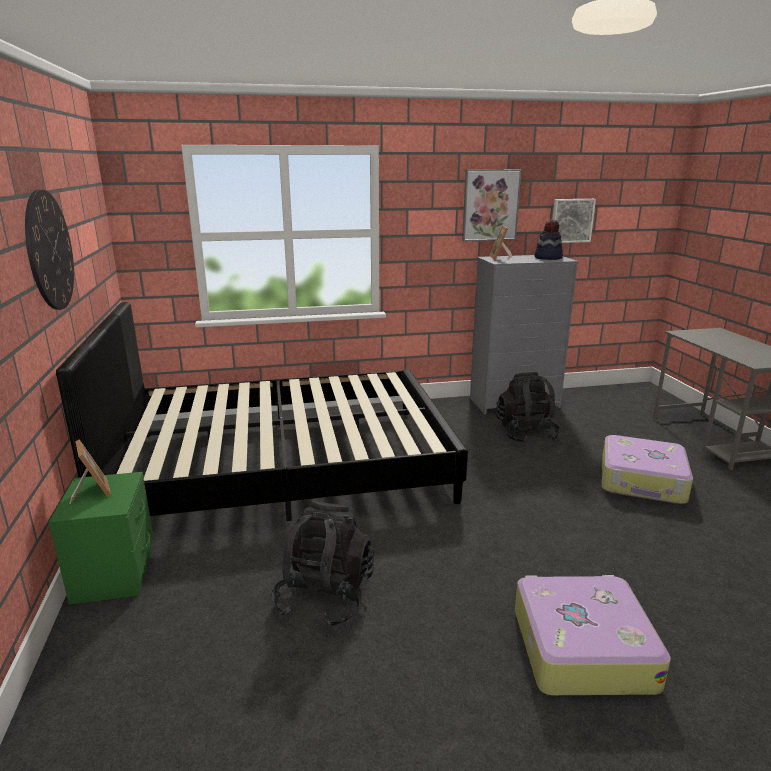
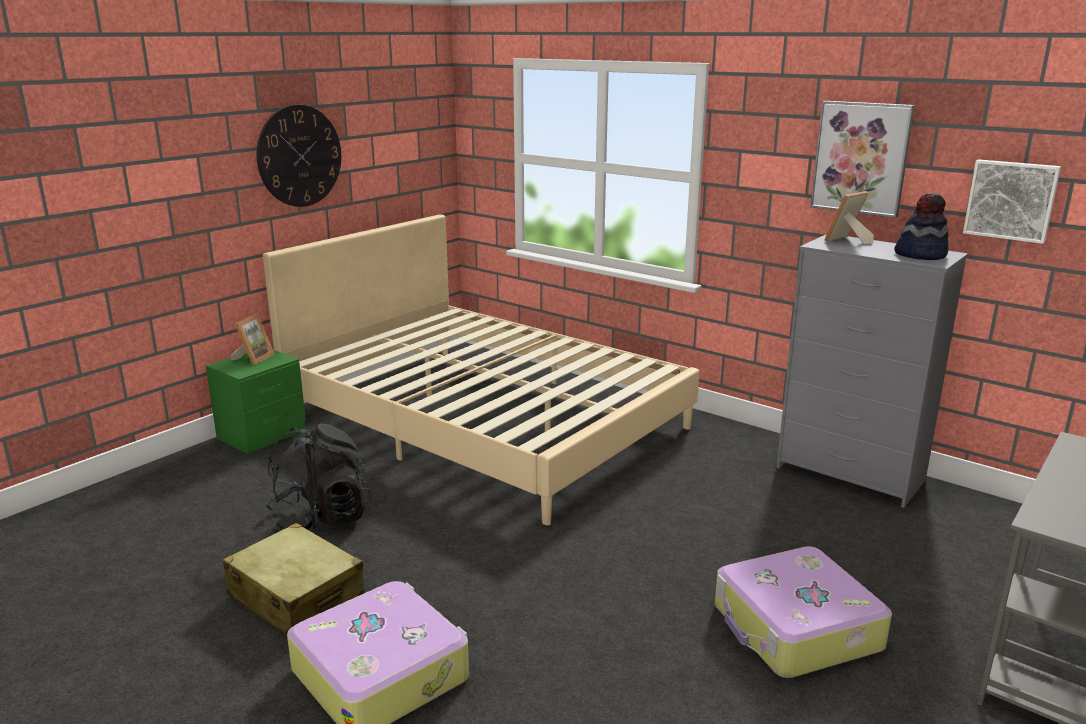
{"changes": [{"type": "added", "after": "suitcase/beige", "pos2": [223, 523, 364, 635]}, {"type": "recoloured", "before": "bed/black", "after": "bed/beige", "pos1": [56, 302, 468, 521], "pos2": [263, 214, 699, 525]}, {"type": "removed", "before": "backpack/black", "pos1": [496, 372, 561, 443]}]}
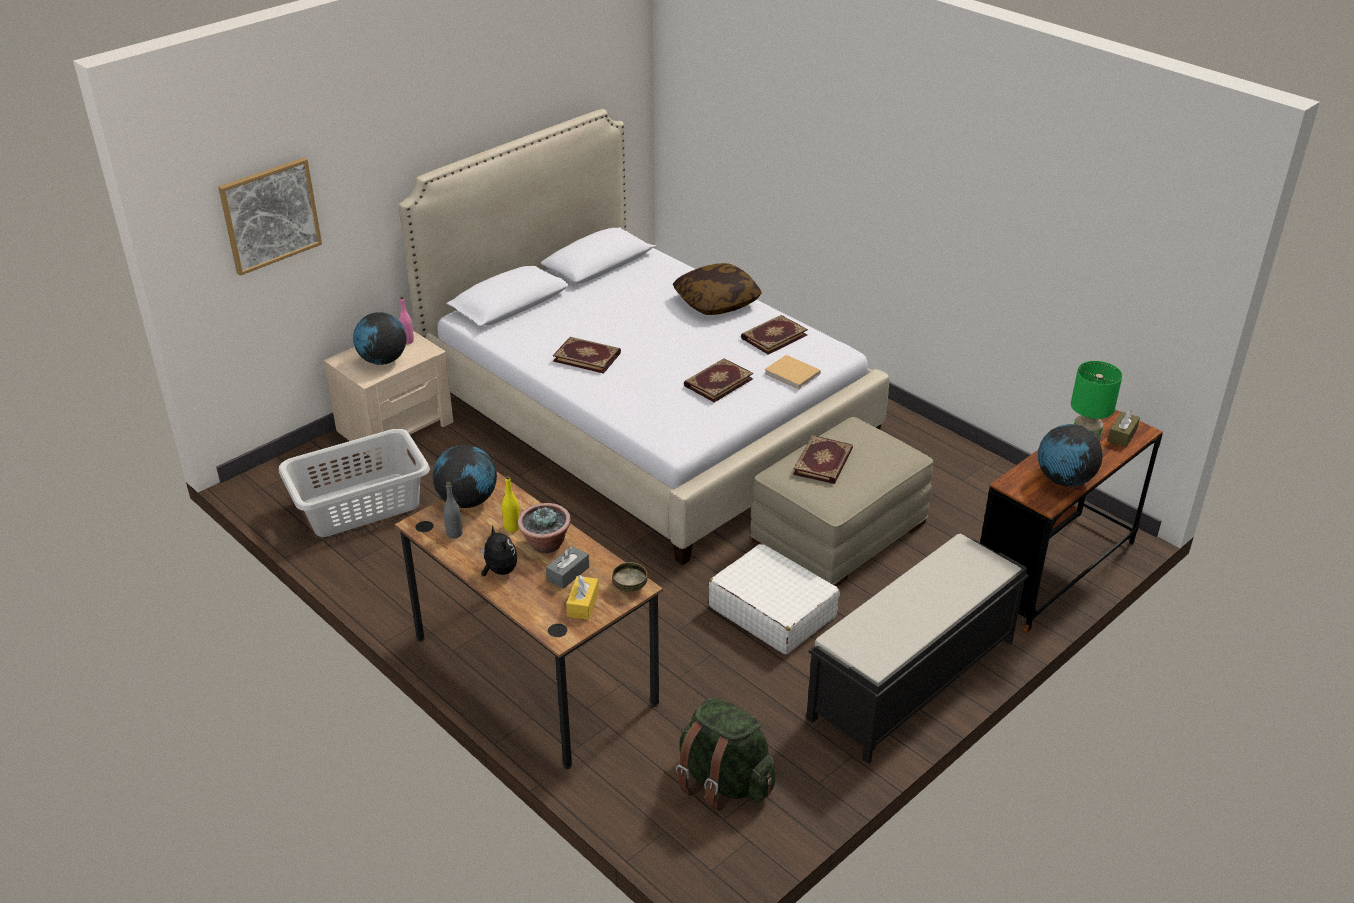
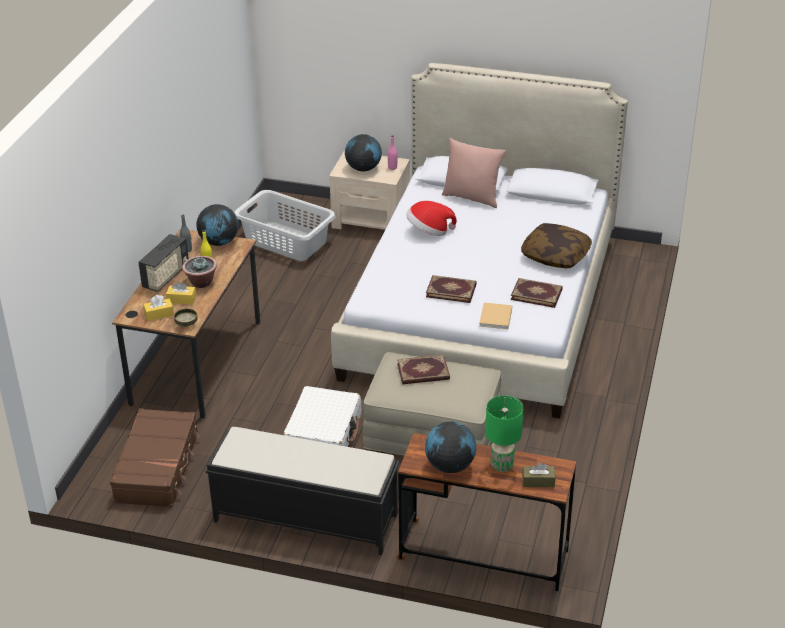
{"changes": [{"type": "replaced", "before": "backpack/green", "after": "suitcase/brown", "pos1": [676, 698, 775, 811], "pos2": [110, 408, 200, 507]}, {"type": "replaced", "before": "plush toy", "after": "radio", "pos1": [480, 526, 517, 576], "pos2": [138, 234, 189, 292]}, {"type": "recoloured", "before": "tissue box/grey", "after": "tissue box/yellow", "pos1": [546, 546, 589, 589], "pos2": [166, 282, 196, 304]}, {"type": "replaced", "before": "book", "after": "hat", "pos1": [553, 337, 621, 374], "pos2": [406, 201, 457, 236]}, {"type": "added", "after": "pillow/pink", "pos2": [442, 138, 506, 208]}, {"type": "removed", "before": "picture", "pos1": [218, 158, 322, 276]}]}
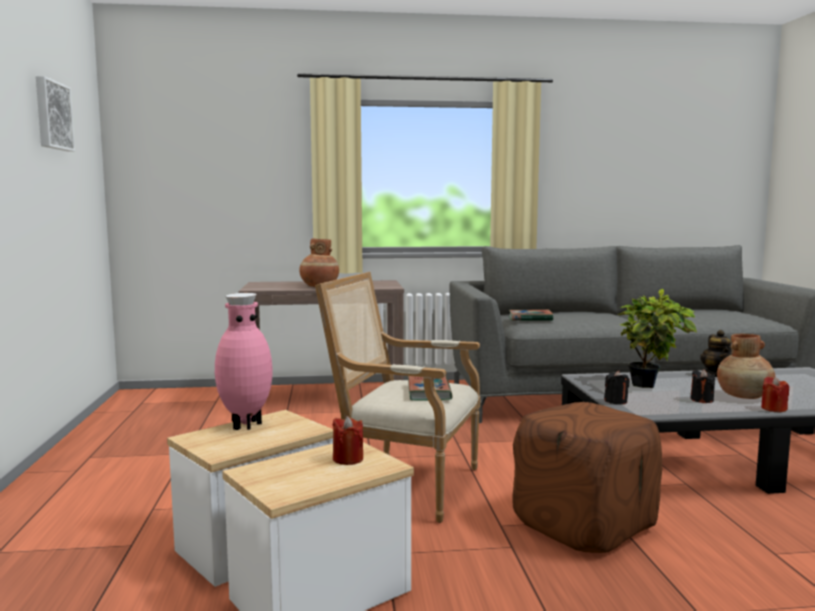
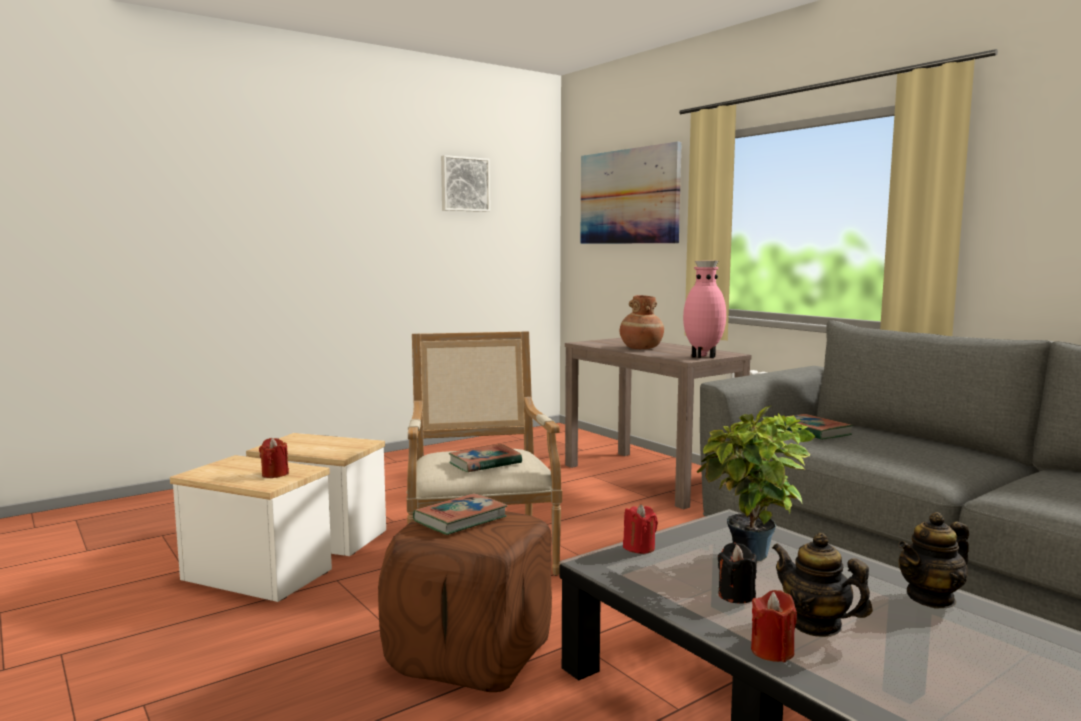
{"changes": [{"type": "added", "after": "book", "pos2": [413, 493, 507, 535]}, {"type": "added", "after": "picture", "pos2": [580, 142, 682, 244]}, {"type": "recoloured", "before": "candle/black", "after": "candle/red", "pos1": [604, 371, 630, 404], "pos2": [623, 504, 658, 554]}, {"type": "moved", "before": "vase/pink", "pos1": [215, 293, 273, 430], "pos2": [683, 261, 726, 358]}, {"type": "replaced", "before": "vase/brown", "after": "teapot", "pos1": [717, 333, 775, 399], "pos2": [772, 533, 873, 637]}]}
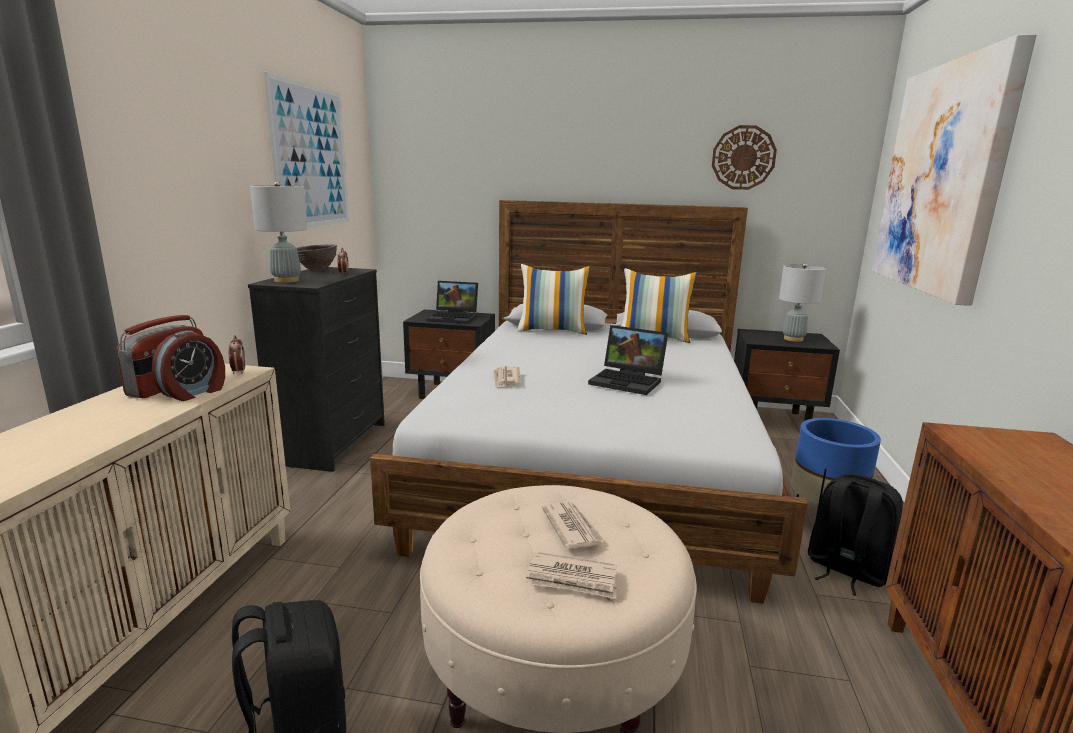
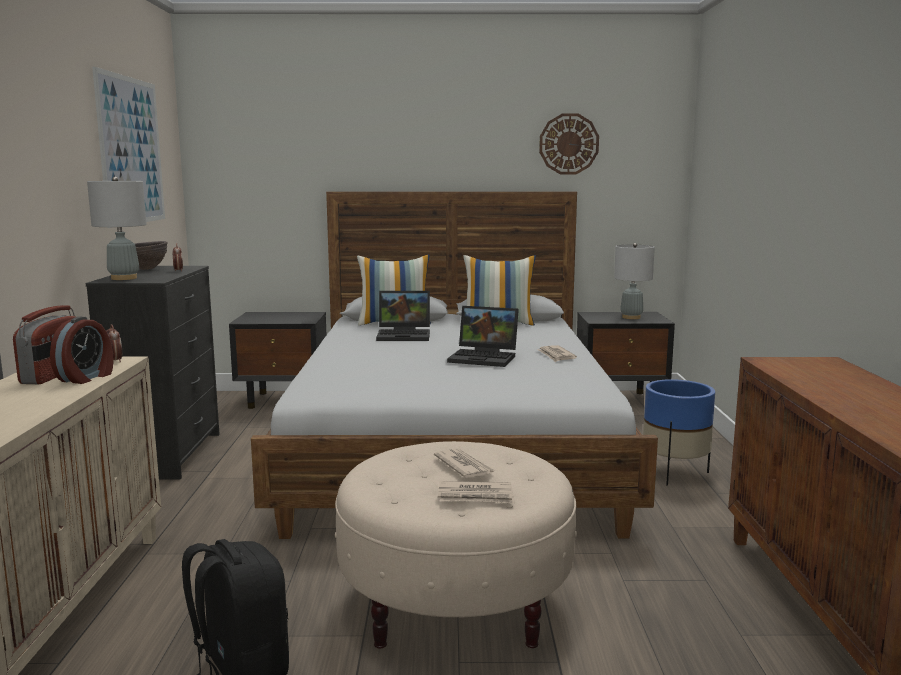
{"changes": [{"type": "moved", "before": "laptop", "pos1": [427, 281, 478, 324], "pos2": [376, 291, 430, 341]}, {"type": "moved", "before": "newspaper", "pos1": [493, 366, 520, 387], "pos2": [537, 345, 577, 362]}, {"type": "removed", "before": "backpack/black", "pos1": [808, 473, 903, 596]}, {"type": "removed", "before": "picture", "pos1": [872, 34, 1036, 306]}]}
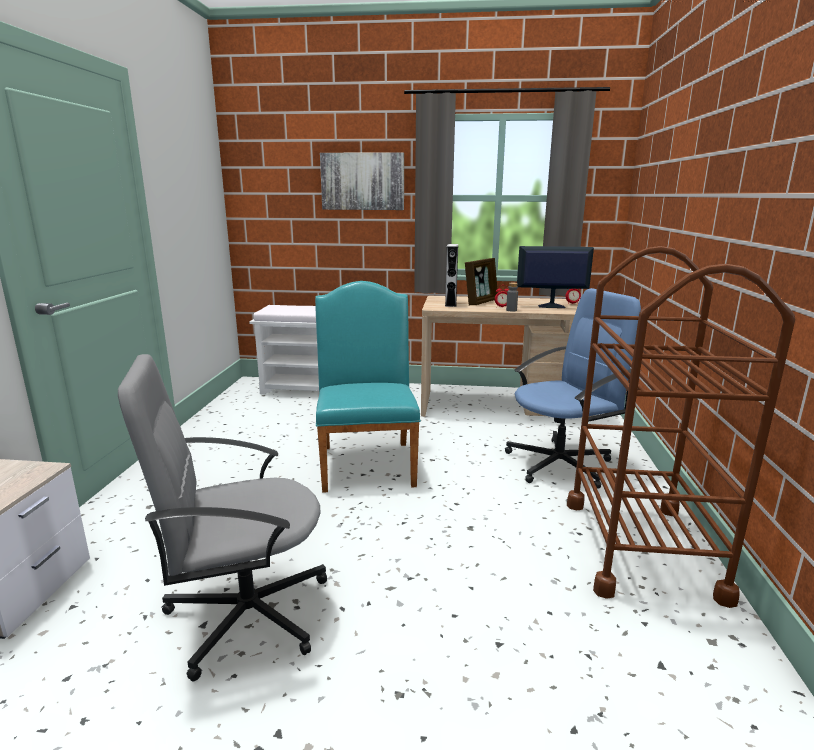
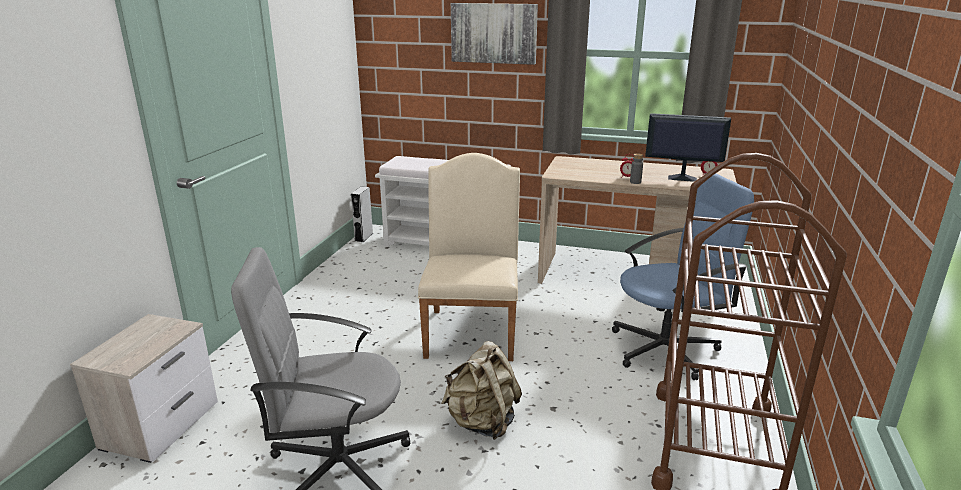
{"changes": [{"type": "moved", "before": "speaker/grey", "pos1": [445, 244, 458, 307], "pos2": [351, 186, 373, 242]}, {"type": "recoloured", "before": "chair/turquoise", "after": "chair/beige", "pos1": [315, 281, 421, 493], "pos2": [418, 153, 520, 361]}, {"type": "added", "after": "backpack/beige", "pos2": [441, 341, 522, 440]}, {"type": "removed", "before": "picture frame", "pos1": [465, 258, 498, 305]}]}
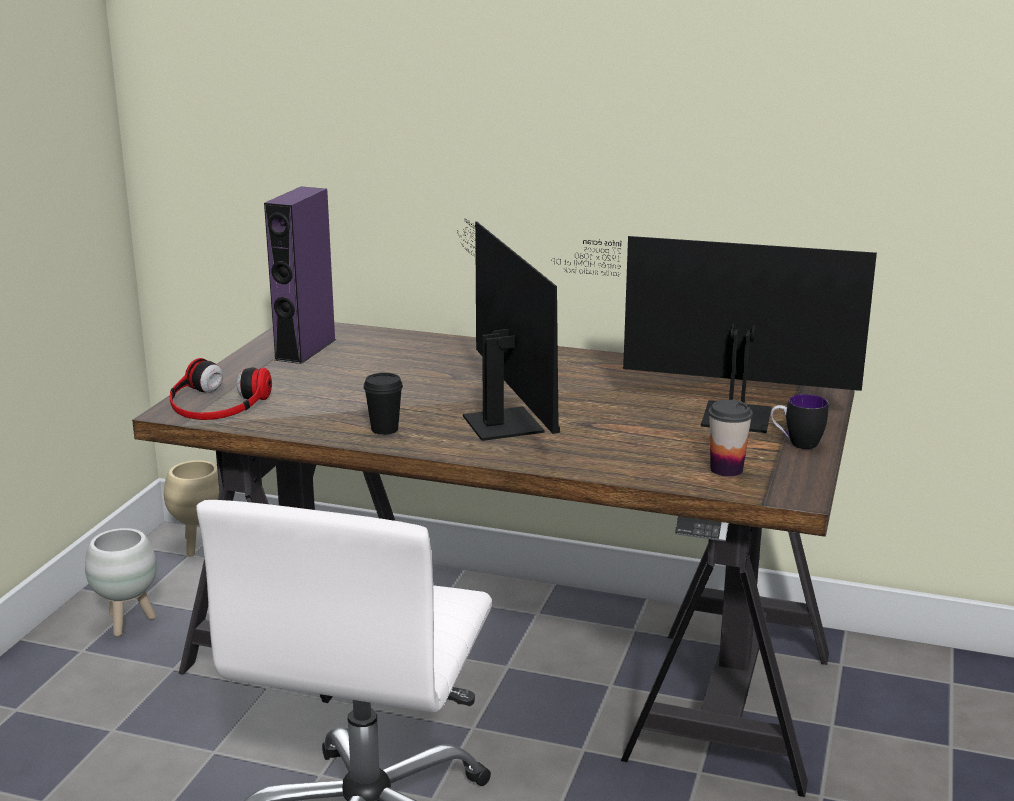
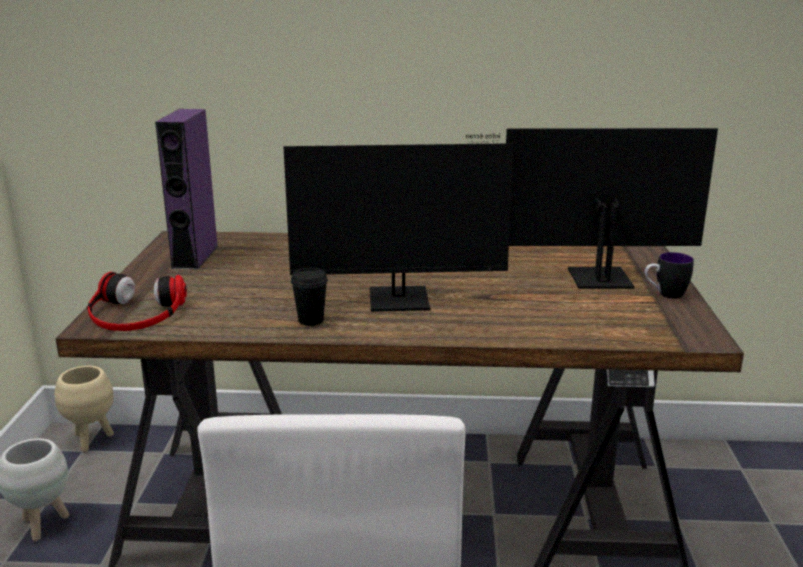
{"changes": [{"type": "turned", "before": "monitor", "pos1": [457, 218, 560, 441], "pos2": [284, 143, 585, 312], "turn": 120}, {"type": "removed", "before": "cup", "pos1": [708, 400, 753, 477]}]}
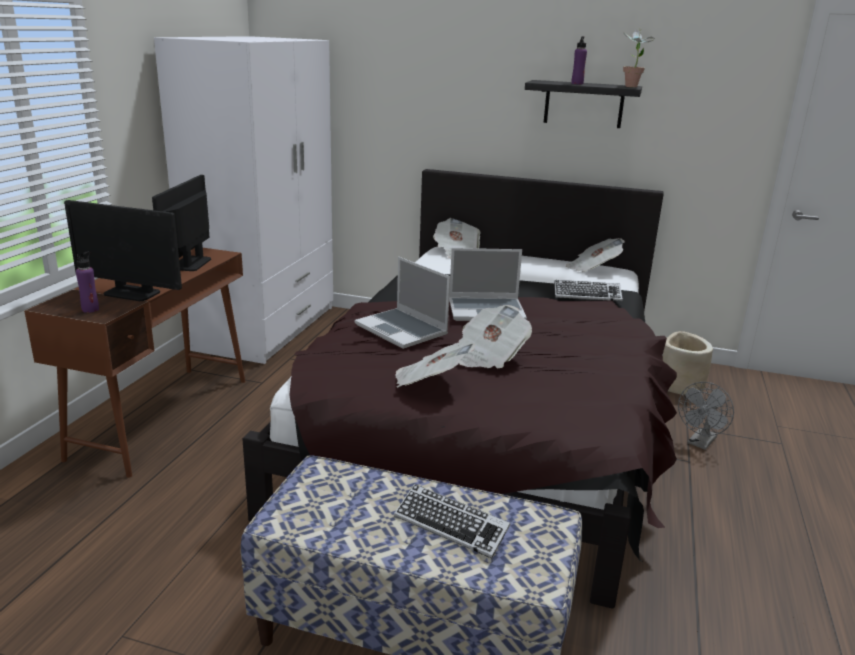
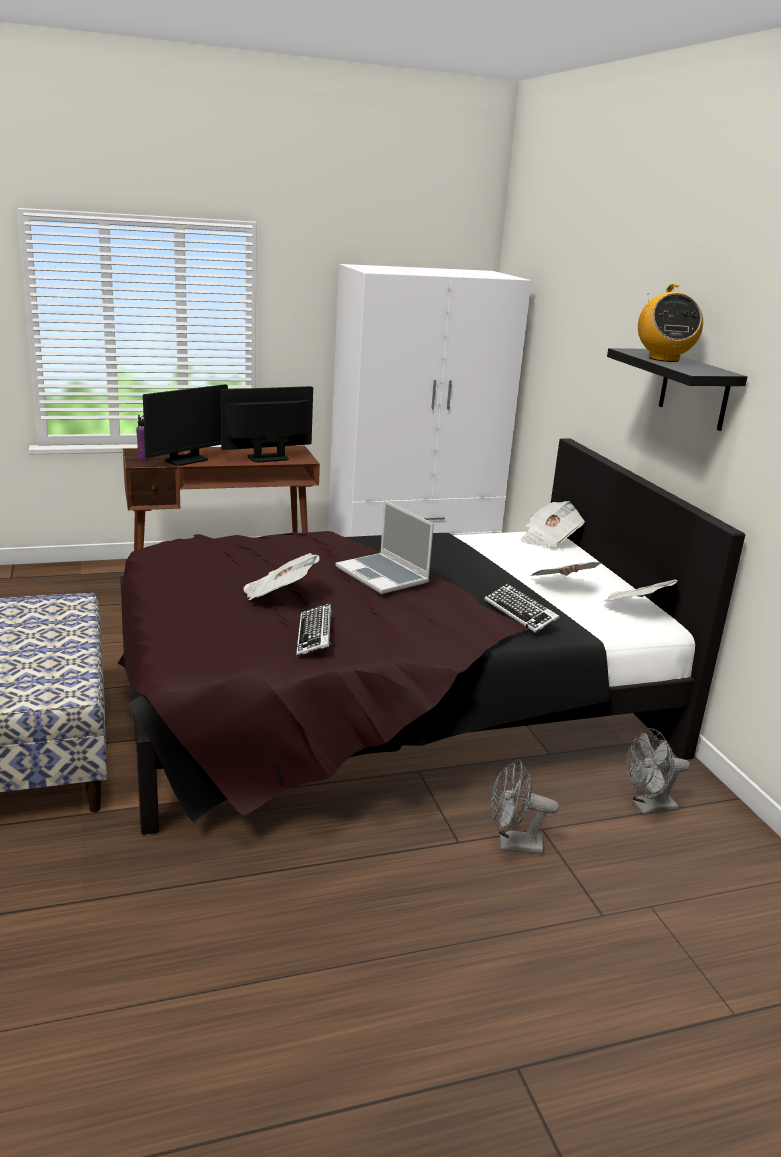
{"changes": [{"type": "turned", "before": "monitor", "pos1": [64, 200, 182, 301], "pos2": [143, 384, 228, 466], "turn": -120}, {"type": "moved", "before": "keyboard", "pos1": [394, 484, 511, 559], "pos2": [296, 603, 332, 657]}, {"type": "moved", "before": "newspaper", "pos1": [395, 340, 475, 388], "pos2": [529, 562, 601, 576]}, {"type": "replaced", "before": "planter/beige", "after": "fan/grey", "pos1": [663, 331, 713, 395], "pos2": [626, 728, 690, 815]}, {"type": "replaced", "before": "bottle/purple", "after": "radio", "pos1": [571, 36, 587, 84], "pos2": [638, 284, 703, 362]}, {"type": "removed", "before": "laptop", "pos1": [355, 257, 450, 349]}, {"type": "removed", "before": "potted plant", "pos1": [623, 29, 655, 87]}]}
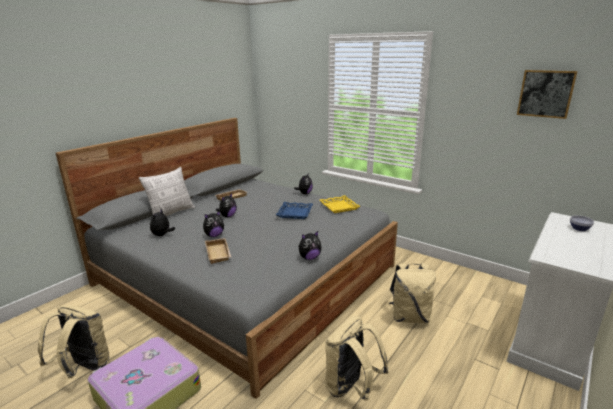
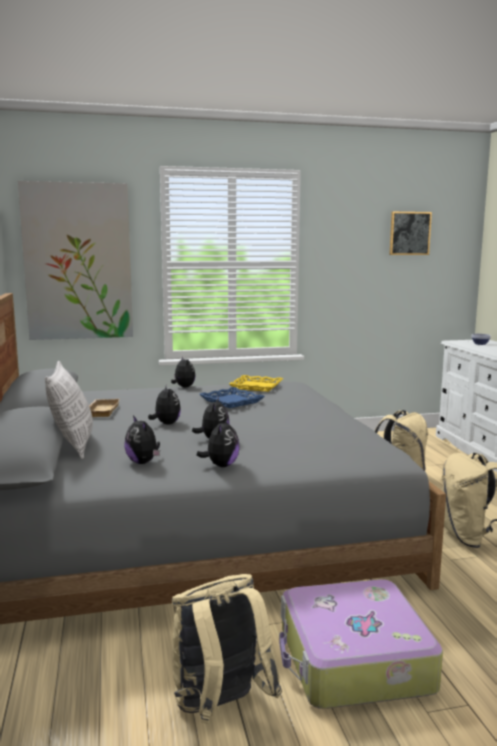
{"changes": [{"type": "added", "after": "picture", "pos2": [18, 181, 133, 340]}, {"type": "moved", "before": "plush toy", "pos1": [298, 231, 322, 260], "pos2": [197, 417, 240, 467]}, {"type": "removed", "before": "tray/beige", "pos1": [205, 238, 231, 264]}]}
